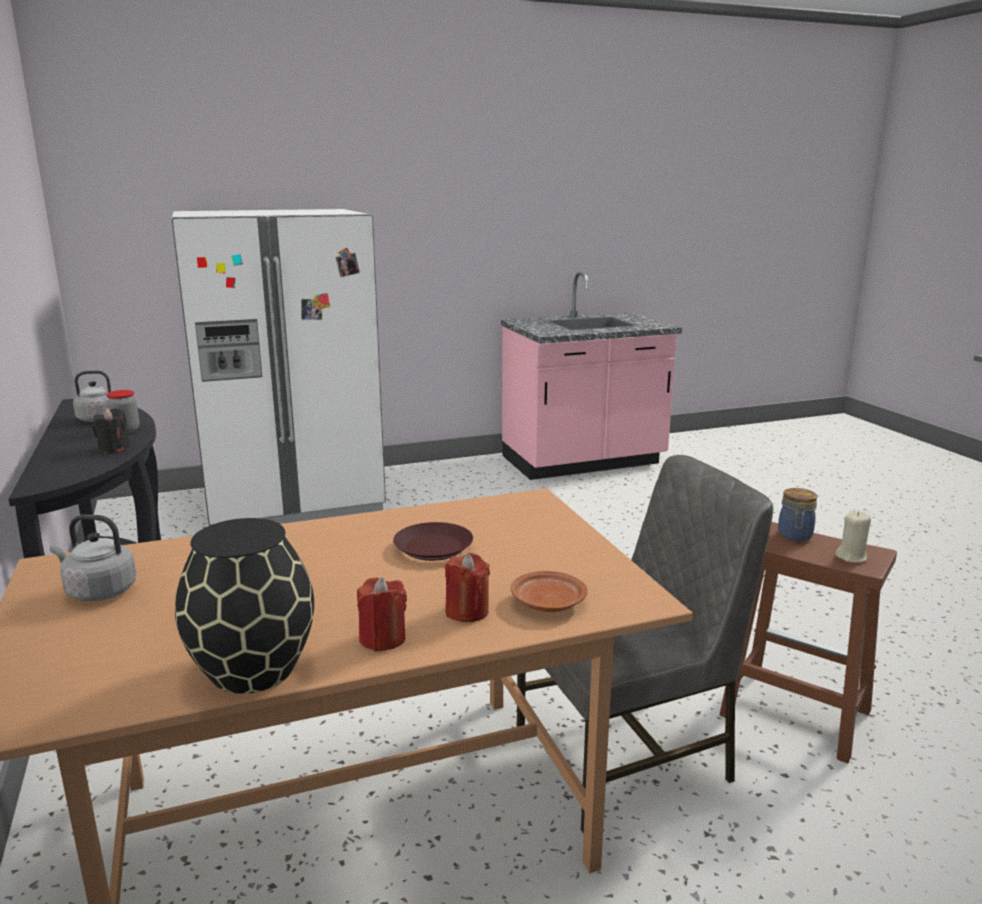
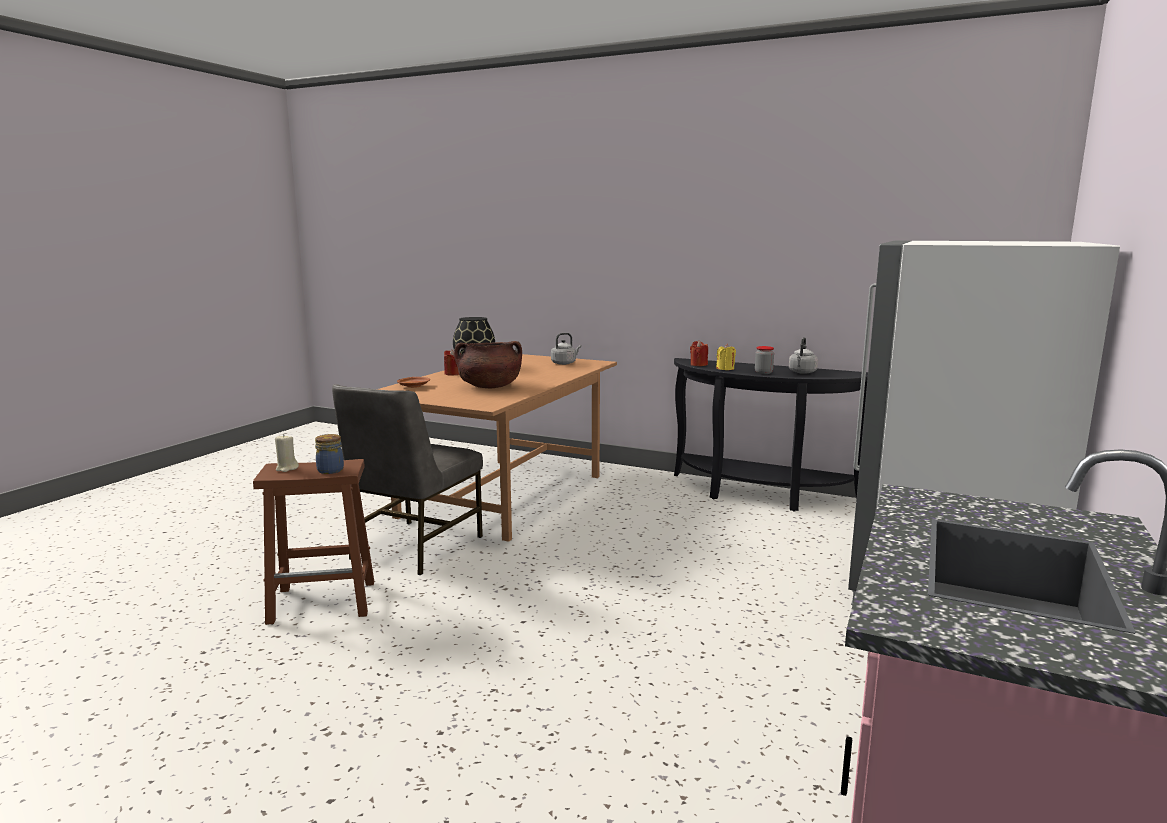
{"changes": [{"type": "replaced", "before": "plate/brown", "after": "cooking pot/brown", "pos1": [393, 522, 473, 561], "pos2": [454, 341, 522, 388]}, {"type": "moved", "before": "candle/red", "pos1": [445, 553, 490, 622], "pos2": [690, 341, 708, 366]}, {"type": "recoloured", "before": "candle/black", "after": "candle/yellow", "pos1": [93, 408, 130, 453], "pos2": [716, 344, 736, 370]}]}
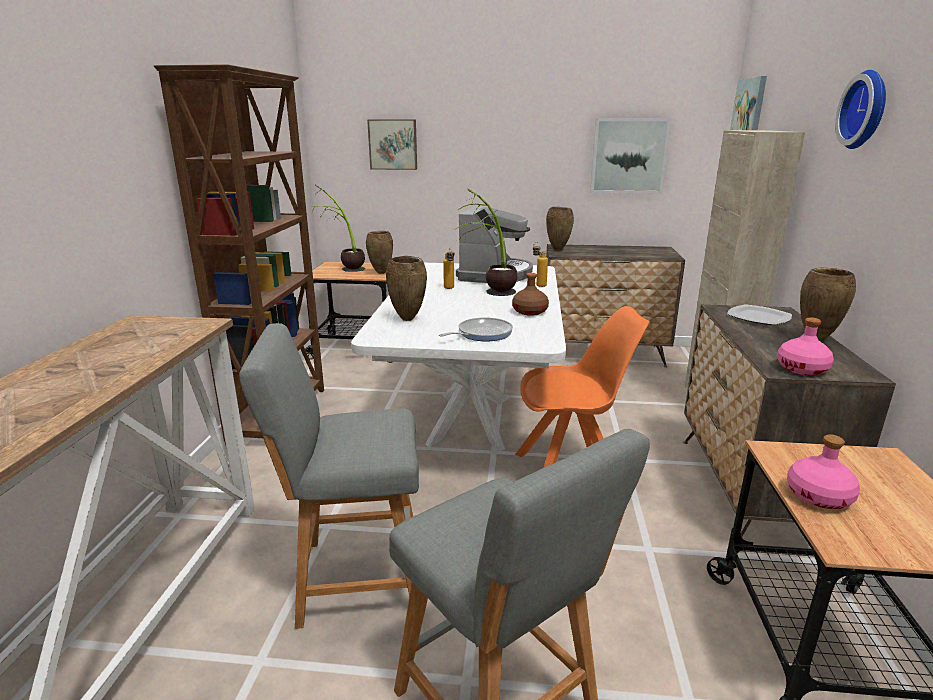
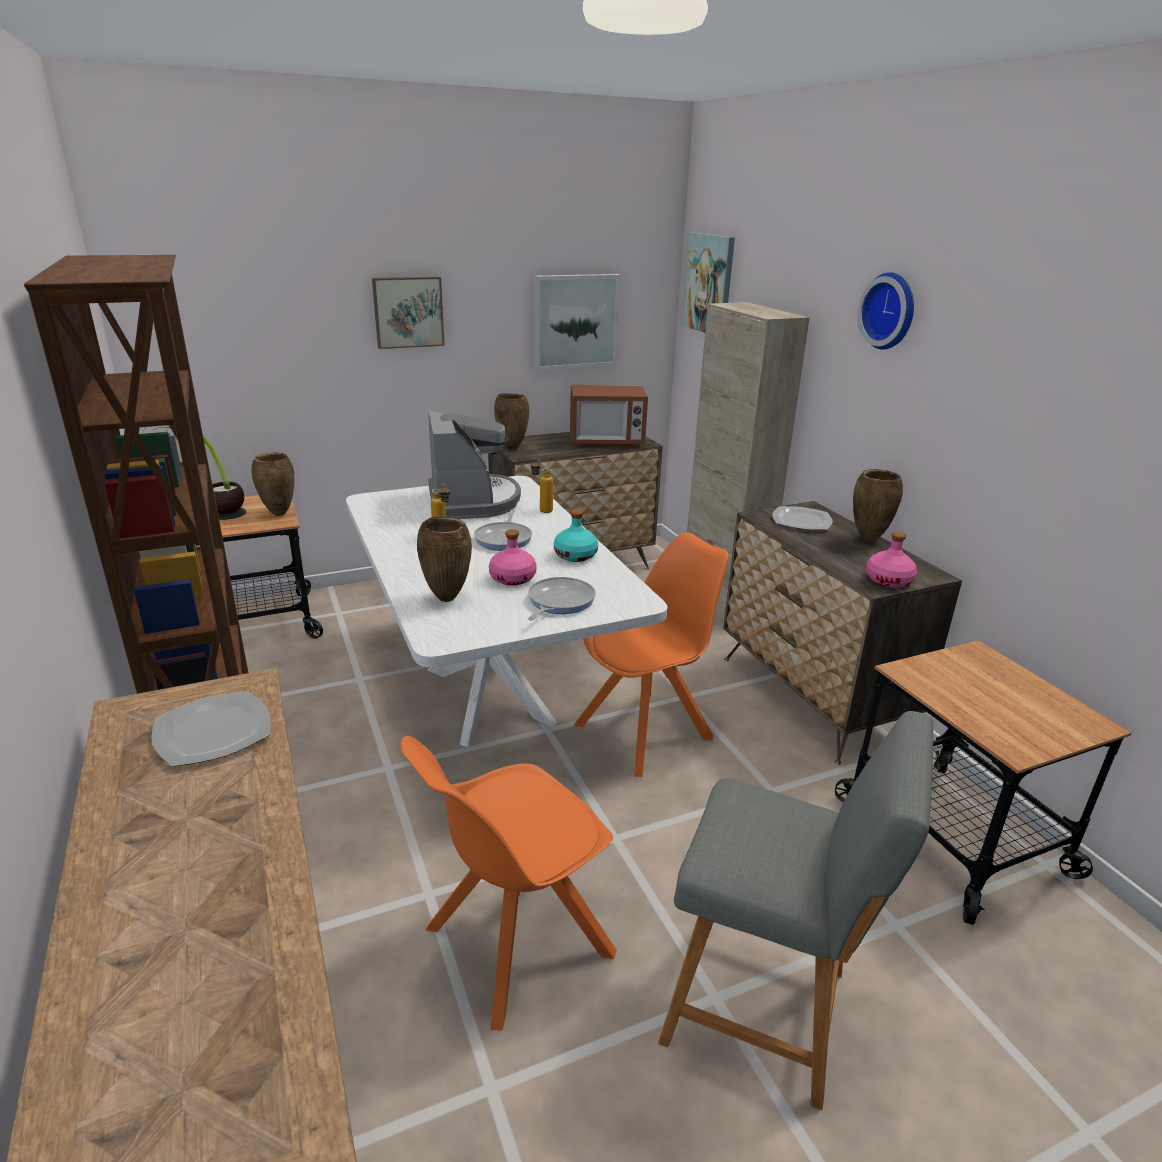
{"changes": [{"type": "added", "after": "plate", "pos2": [151, 691, 271, 767]}, {"type": "moved", "before": "picture", "pos1": [367, 119, 417, 170], "pos2": [372, 277, 445, 349]}, {"type": "replaced", "before": "stool/grey", "after": "chair/orange", "pos1": [239, 323, 419, 629], "pos2": [400, 736, 617, 1031]}, {"type": "replaced", "before": "potted plant", "after": "frying pan", "pos1": [454, 189, 517, 296], "pos2": [474, 509, 532, 551]}, {"type": "moved", "before": "bottle/pink", "pos1": [787, 434, 860, 509], "pos2": [489, 529, 537, 586]}, {"type": "recoloured", "before": "bottle/brown", "after": "bottle/turquoise", "pos1": [512, 273, 549, 316], "pos2": [554, 509, 598, 562]}, {"type": "added", "after": "microwave", "pos2": [570, 385, 648, 446]}]}
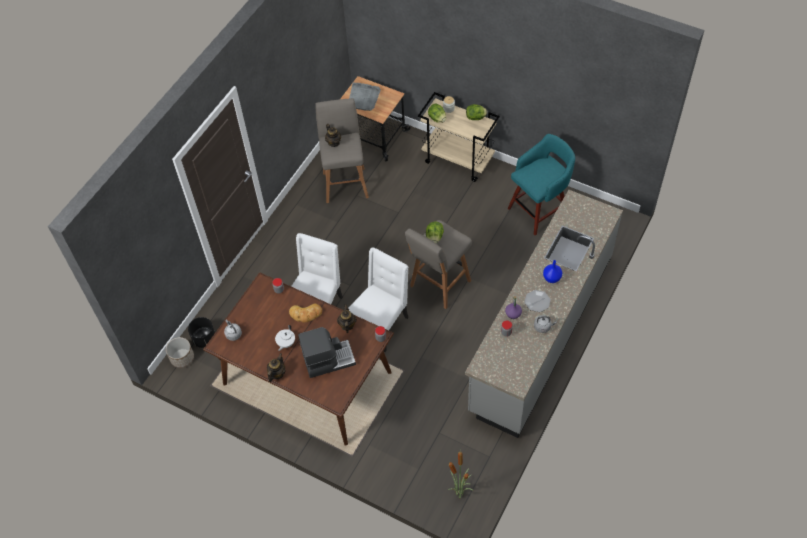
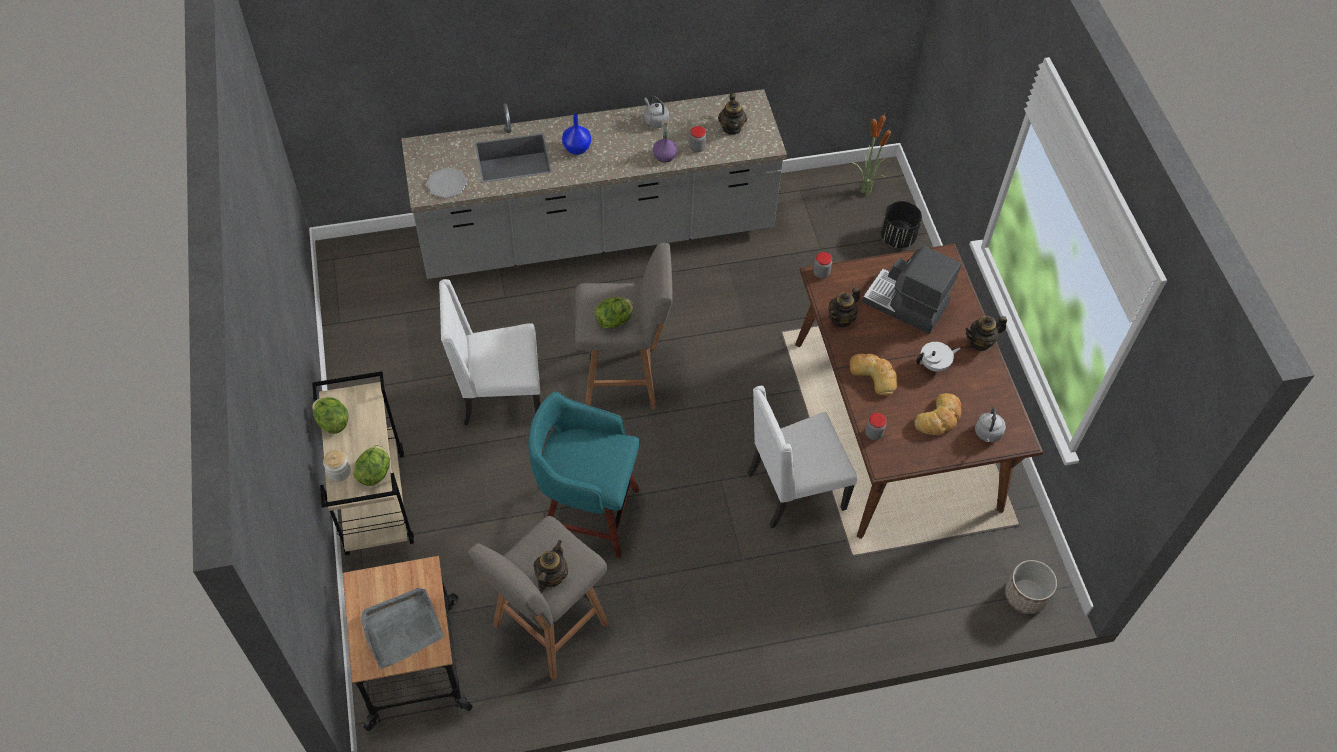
{"changes": [{"type": "moved", "before": "plate", "pos1": [524, 290, 551, 312], "pos2": [426, 168, 467, 198]}, {"type": "moved", "before": "chair/white", "pos1": [348, 247, 409, 352], "pos2": [439, 279, 540, 425]}, {"type": "moved", "before": "stool/turquoise", "pos1": [508, 134, 575, 235], "pos2": [528, 392, 640, 558]}, {"type": "added", "after": "teapot", "pos2": [718, 93, 747, 135]}, {"type": "moved", "before": "planter/black", "pos1": [188, 317, 215, 348], "pos2": [881, 201, 922, 248]}, {"type": "added", "after": "bread", "pos2": [914, 393, 961, 435]}]}
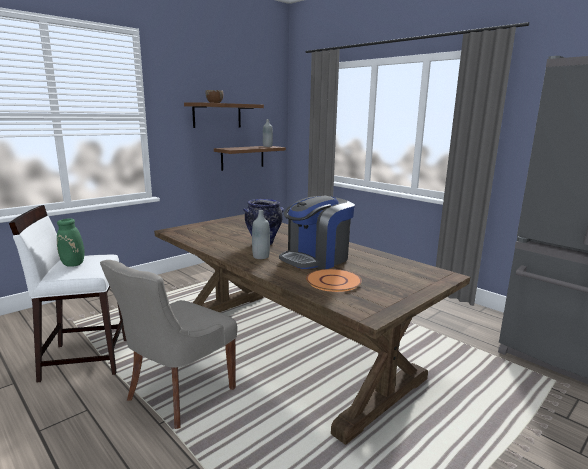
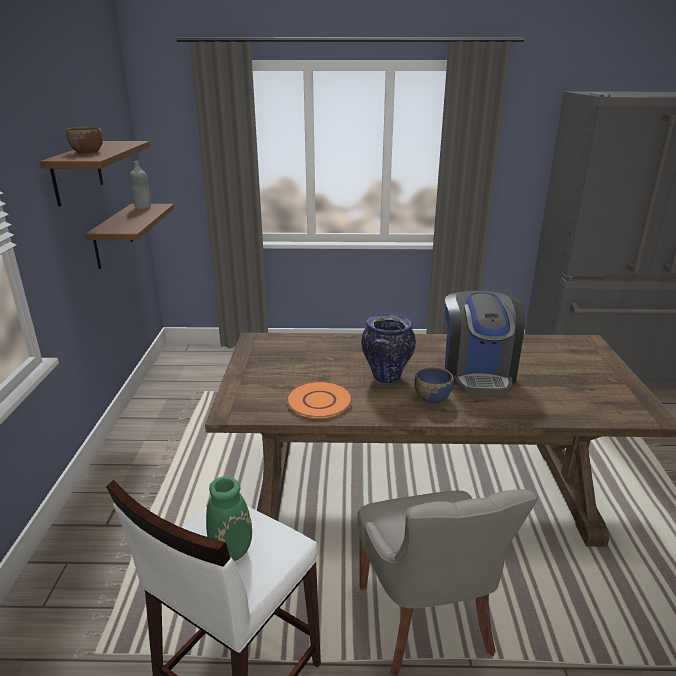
{"changes": [{"type": "moved", "before": "plate/orange", "pos1": [306, 269, 362, 292], "pos2": [286, 381, 353, 418]}, {"type": "replaced", "before": "bottle/grey", "after": "bowl/blue", "pos1": [252, 210, 270, 259], "pos2": [414, 366, 454, 403]}]}
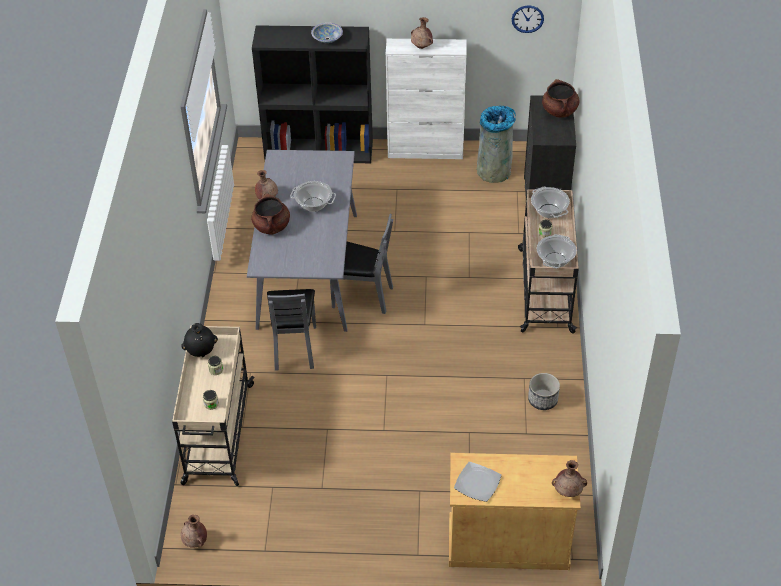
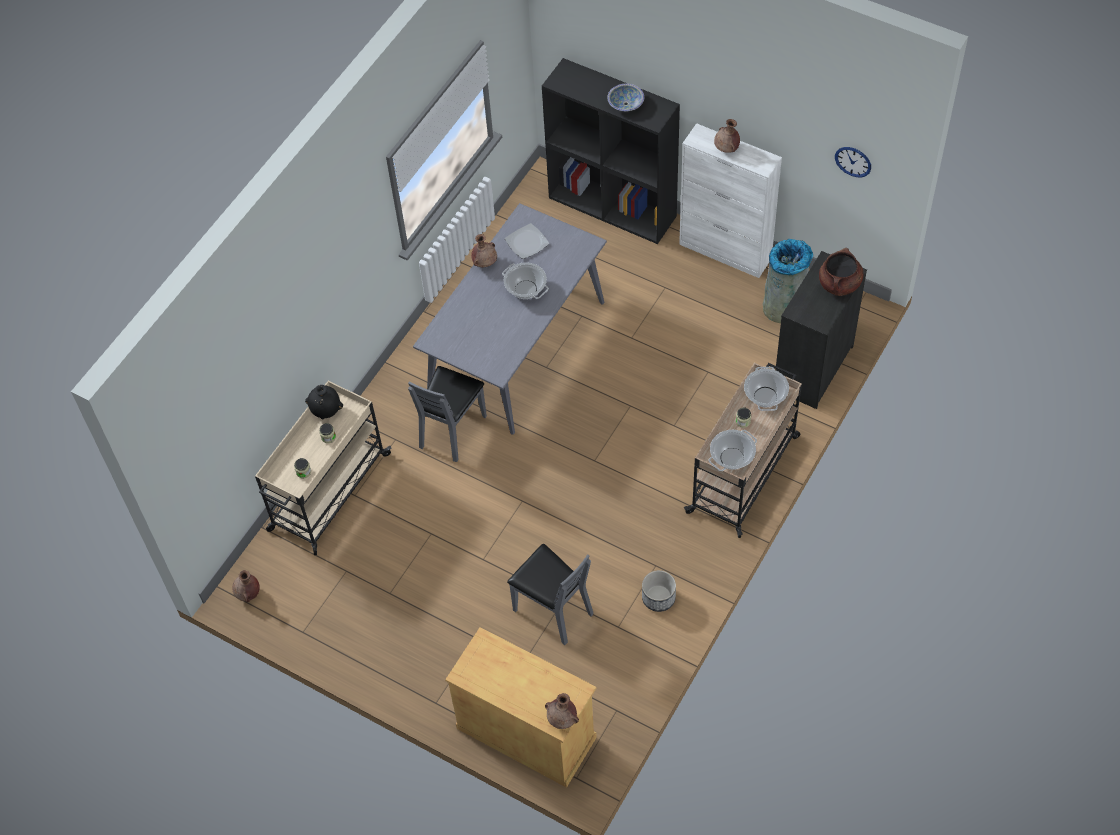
{"changes": [{"type": "moved", "before": "plate", "pos1": [454, 462, 502, 502], "pos2": [505, 223, 549, 259]}, {"type": "moved", "before": "chair/grey", "pos1": [330, 214, 393, 314], "pos2": [507, 544, 594, 645]}, {"type": "removed", "before": "cooking pot/brown", "pos1": [251, 193, 290, 235]}]}
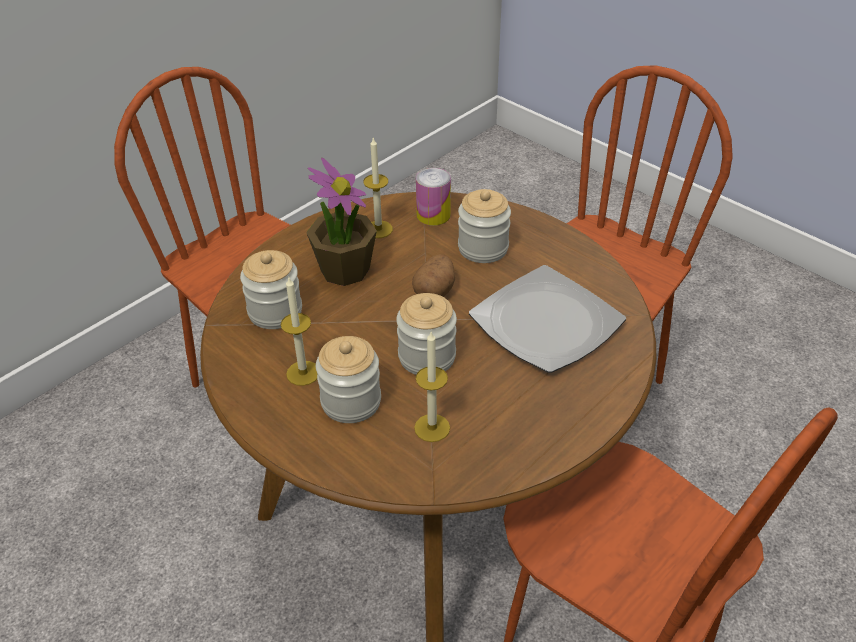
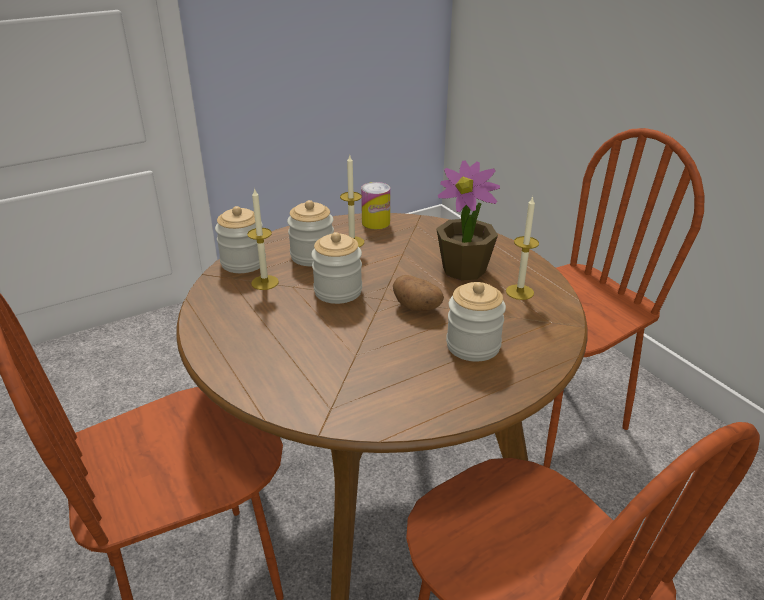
{"changes": [{"type": "moved", "before": "jar", "pos1": [240, 250, 302, 329], "pos2": [215, 206, 266, 273]}, {"type": "moved", "before": "can", "pos1": [416, 168, 451, 226], "pos2": [361, 182, 390, 229]}, {"type": "removed", "before": "plate", "pos1": [469, 265, 626, 373]}]}
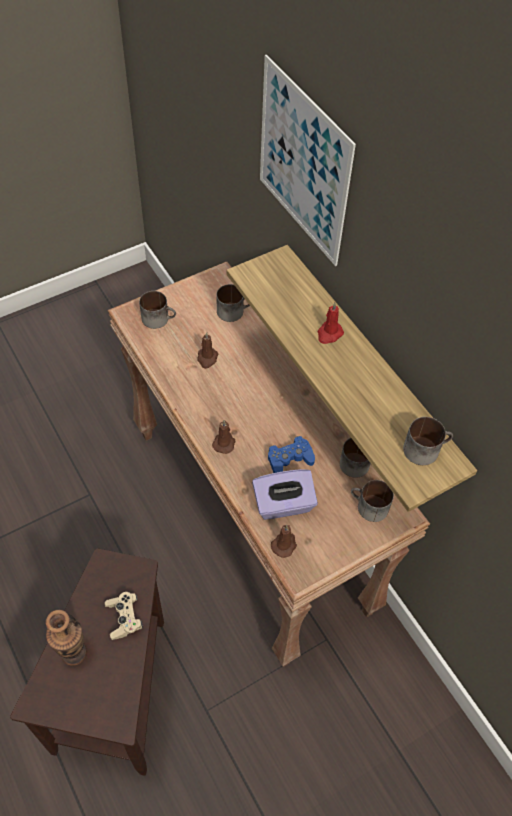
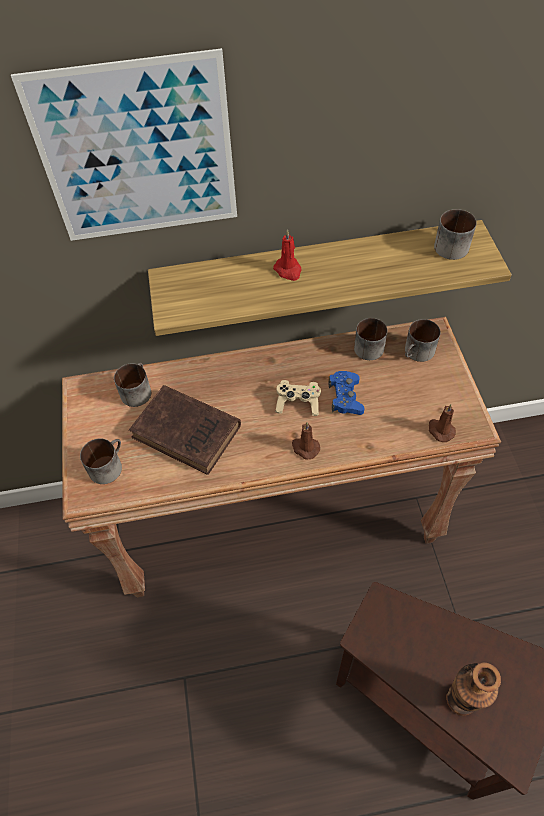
{"changes": [{"type": "replaced", "before": "candle/brown", "after": "book/brown", "pos1": [197, 332, 219, 369], "pos2": [129, 385, 241, 475]}, {"type": "moved", "before": "game controller/beige", "pos1": [105, 592, 143, 640], "pos2": [275, 380, 321, 416]}, {"type": "removed", "before": "tissue box/purple", "pos1": [252, 469, 318, 520]}]}
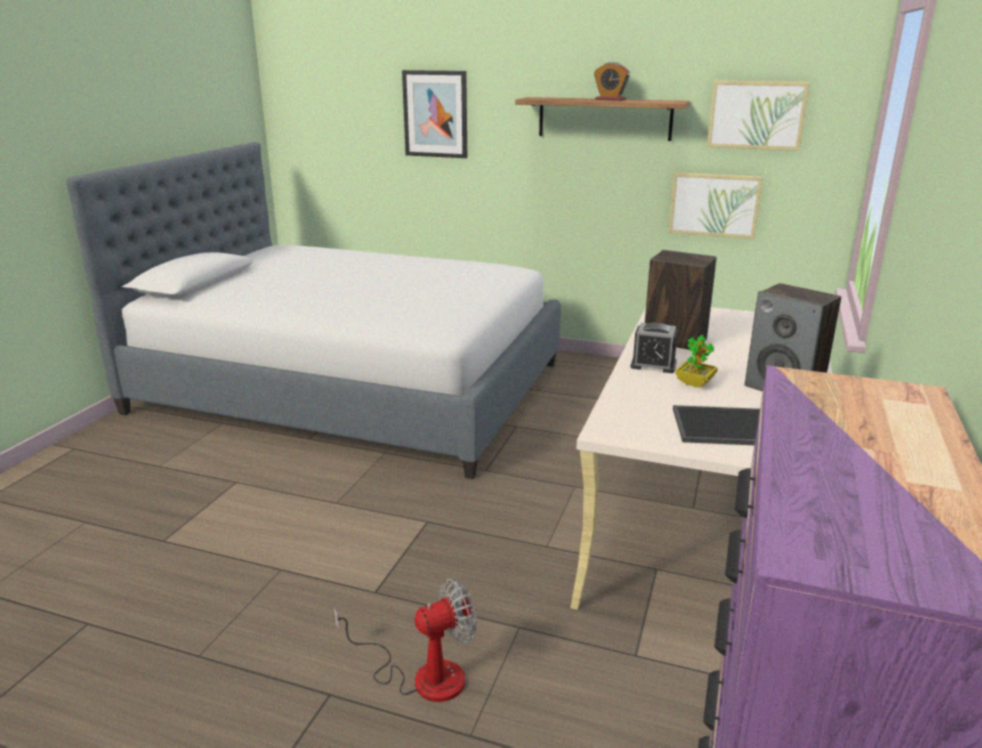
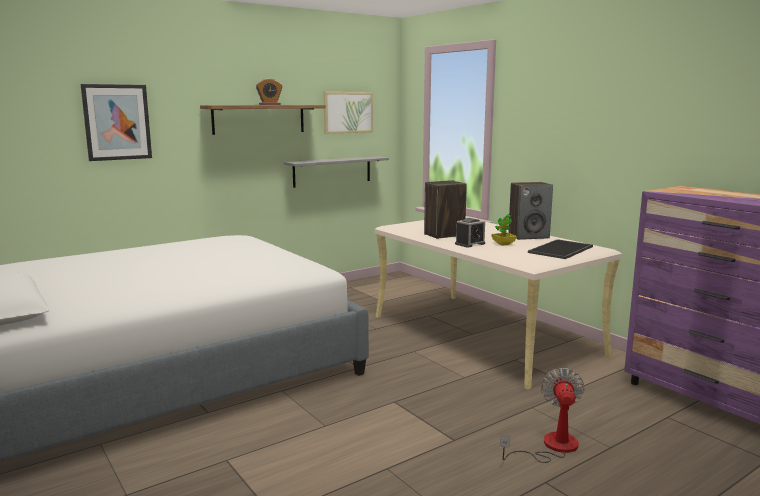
{"changes": [{"type": "replaced", "before": "picture", "after": "shelf/grey", "pos1": [668, 172, 763, 239], "pos2": [284, 156, 389, 188]}]}
